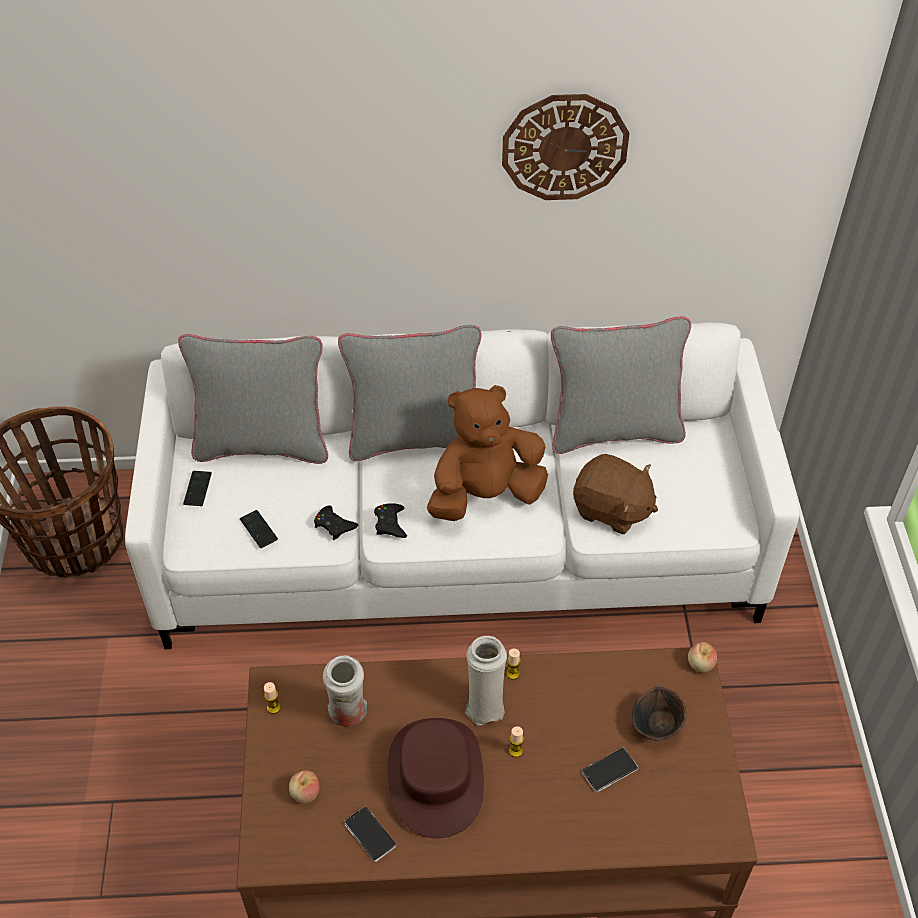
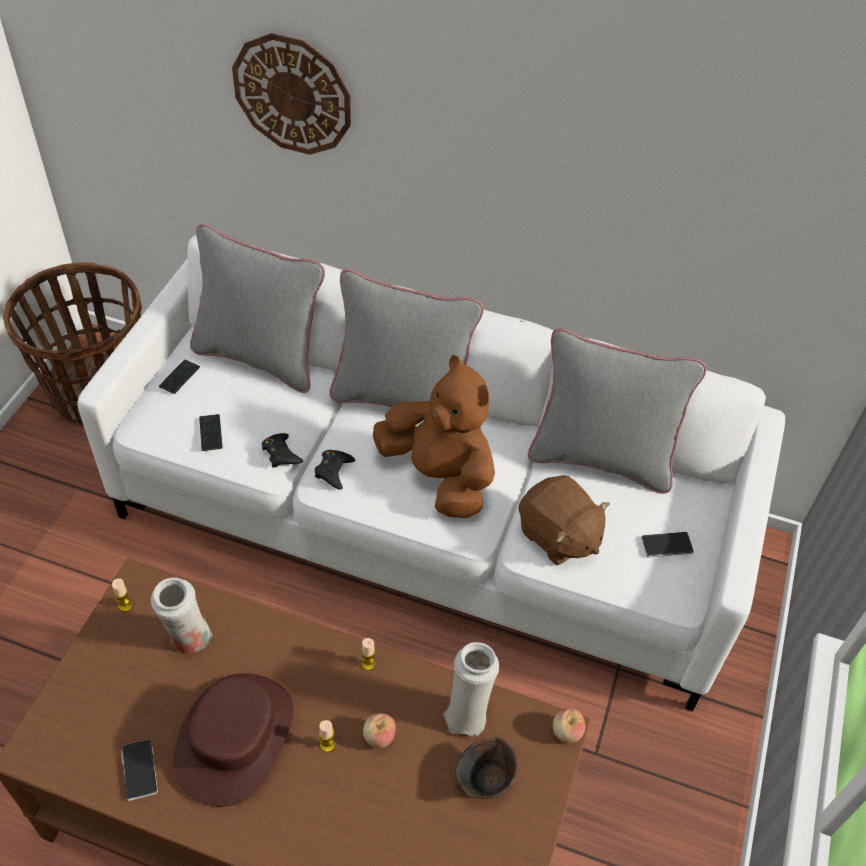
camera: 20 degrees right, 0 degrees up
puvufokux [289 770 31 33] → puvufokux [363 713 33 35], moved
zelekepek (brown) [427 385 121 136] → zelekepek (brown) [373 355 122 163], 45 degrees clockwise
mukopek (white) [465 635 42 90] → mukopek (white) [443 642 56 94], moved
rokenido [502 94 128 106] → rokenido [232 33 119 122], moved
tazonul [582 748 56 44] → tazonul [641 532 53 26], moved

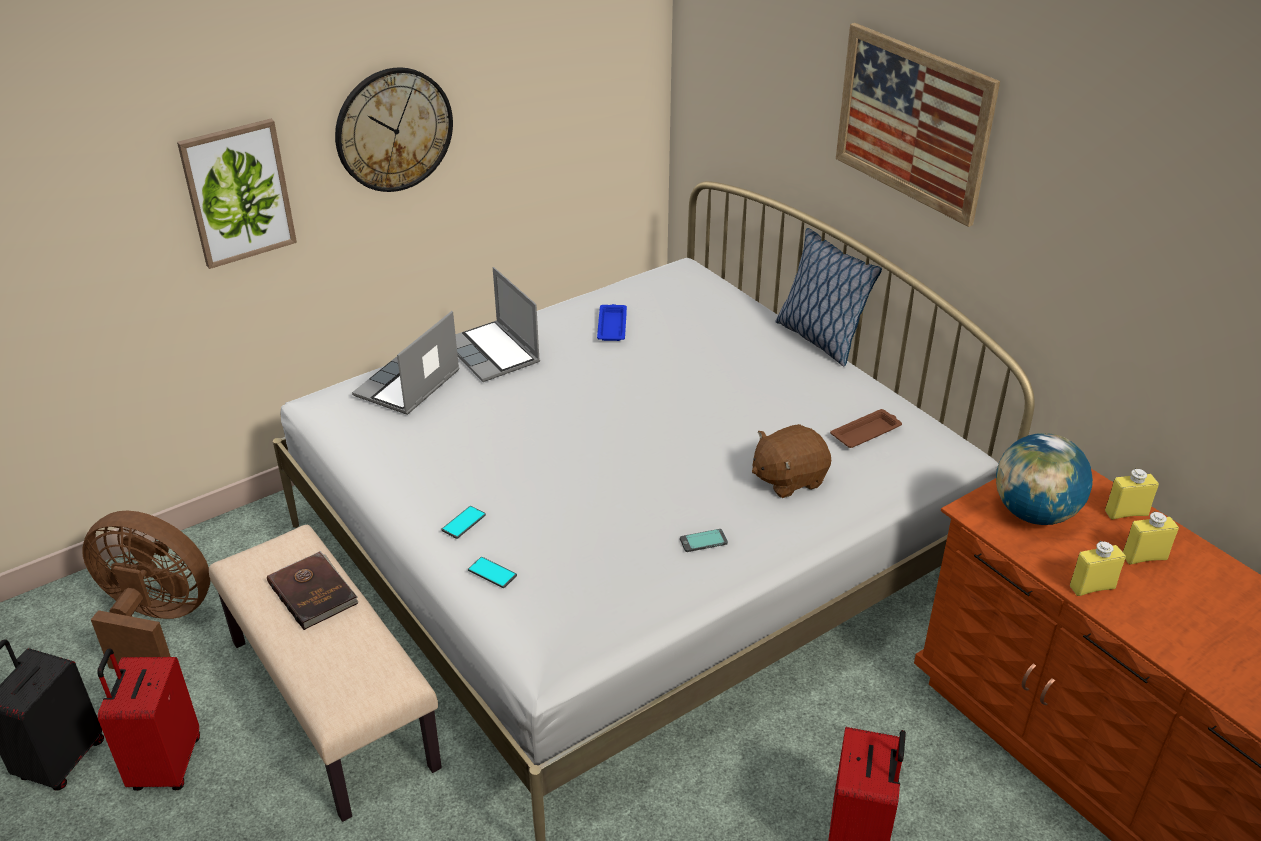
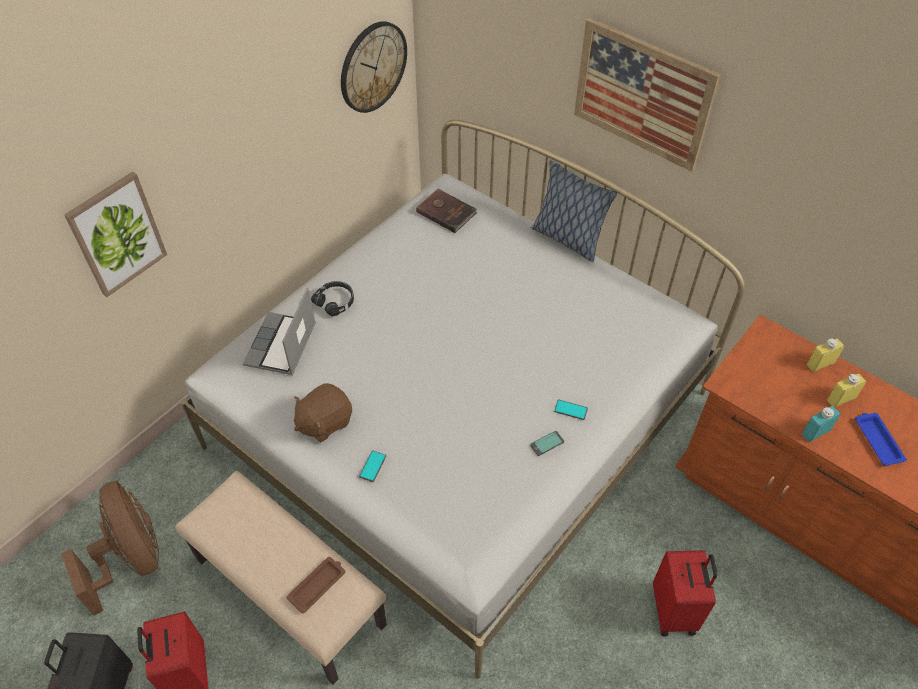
camera: 15 degrees left, 15 degrees up
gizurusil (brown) [82 511 128 158] → gizurusil (brown) [61 481 98 135], 60 degrees clockwise
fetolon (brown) [267 551 91 79] → fetolon (brown) [416 188 61 45], moved
rokenido [335 67 118 125] → rokenido [341 21 66 92], moved
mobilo [455 267 85 115] → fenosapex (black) [311 281 43 36]
tazonul [468 557 49 31] → tazonul [554 400 34 20], moved
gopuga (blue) [597 304 30 37] → gopuga (blue) [855 413 52 53], moved
zelekepek (brown) [752 424 79 74] → zelekepek (brown) [294 383 58 59], moved
gopuga (brown) [830 409 72 39] → gopuga (brown) [286 557 59 56], moved
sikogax [996 433 97 92] → -
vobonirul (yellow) [1070 541 56 55] → vobonirul (turquoise) [802 406 38 36]

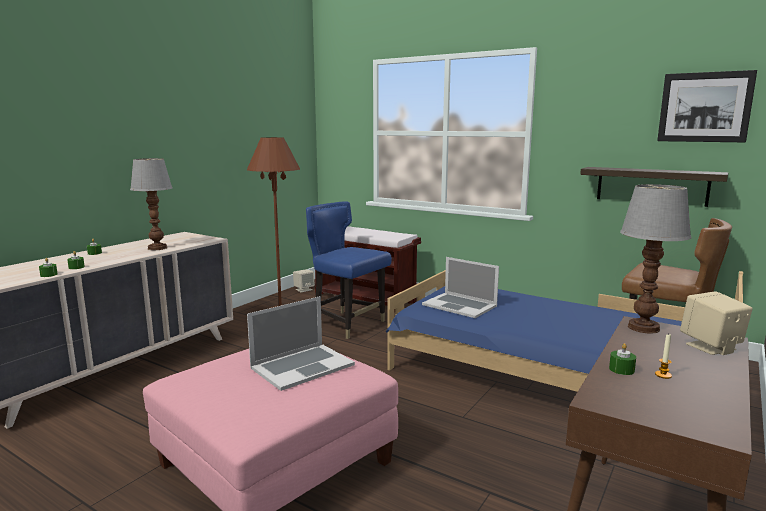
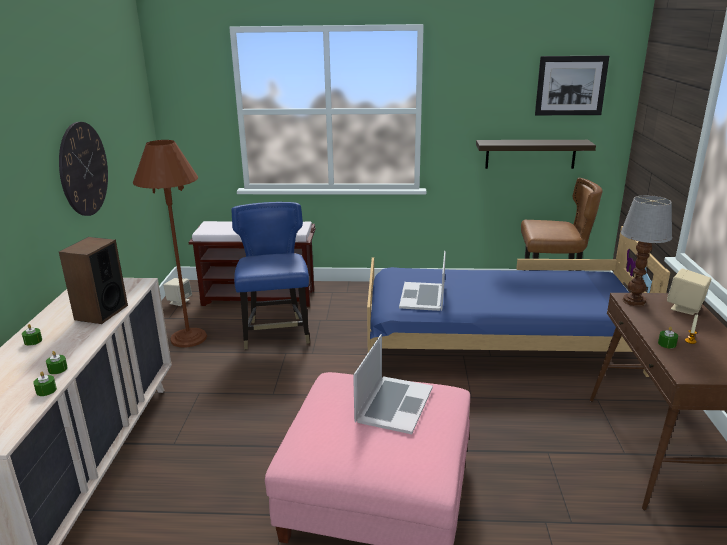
camera: 30 degrees left, 10 degrees up
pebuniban [130 158 42 92] → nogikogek [59 237 69 87]
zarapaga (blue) [306 201 86 138] → zarapaga (blue) [231 202 79 147], 75 degrees clockwise
mobilo [422 257 77 61] → mobilo [399 251 47 60], 90 degrees clockwise
- → rokenido [59 122 49 94]

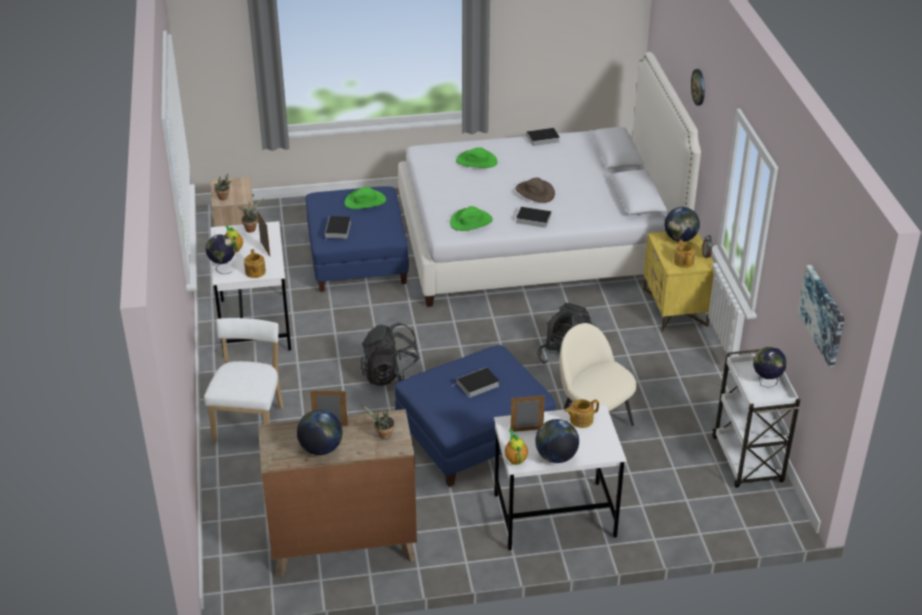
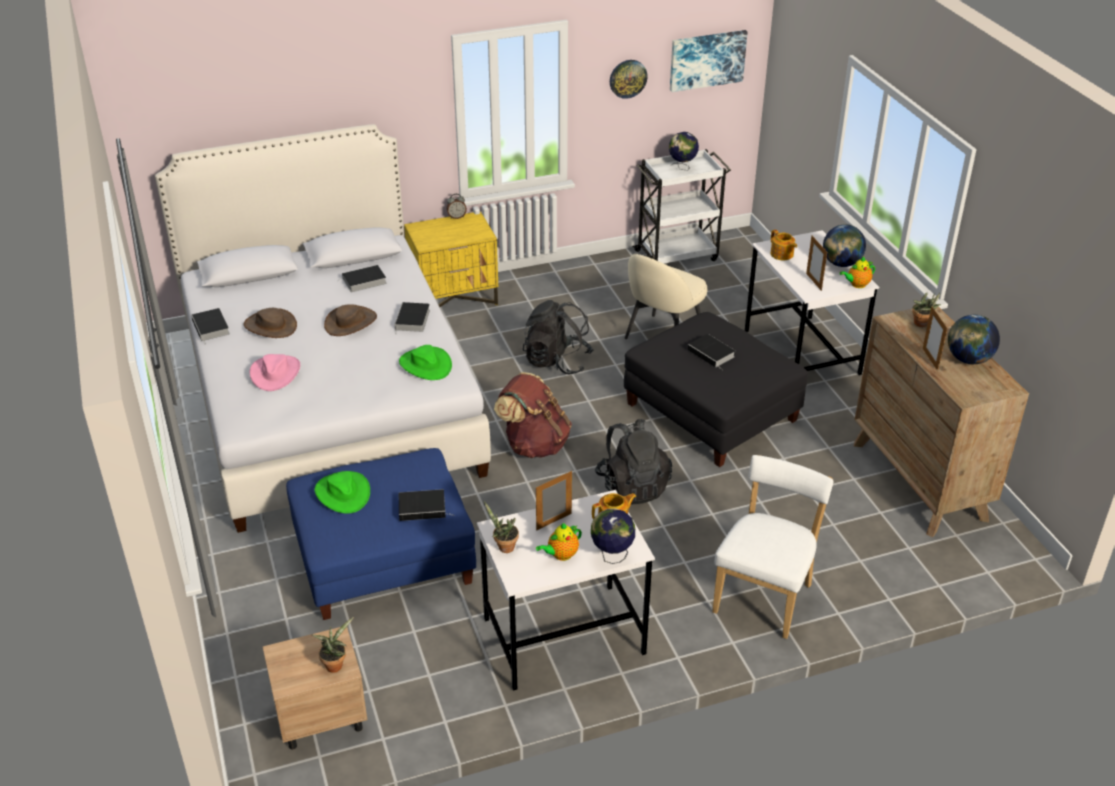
camera: 100 degrees left, 0 degrees up
zarapaga (white) [204 318 79 125] → zarapaga (white) [712 455 121 184], 120 degrees clockwise
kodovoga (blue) [394 345 162 142] → kodovoga (black) [624 312 184 155]
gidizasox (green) [456 147 42 21] → gidizasox (pink) [250 354 50 37]
sikogax [664 207 36 35] → -
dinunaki [674 240 21 28] → -
rokenido [691 69 14 37] → rokenido [610 60 38 39], moved
- → gidizasox (brown) [244 308 53 30]
- → fetolon [337 265 50 27]
- → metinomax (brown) [494 372 78 86]

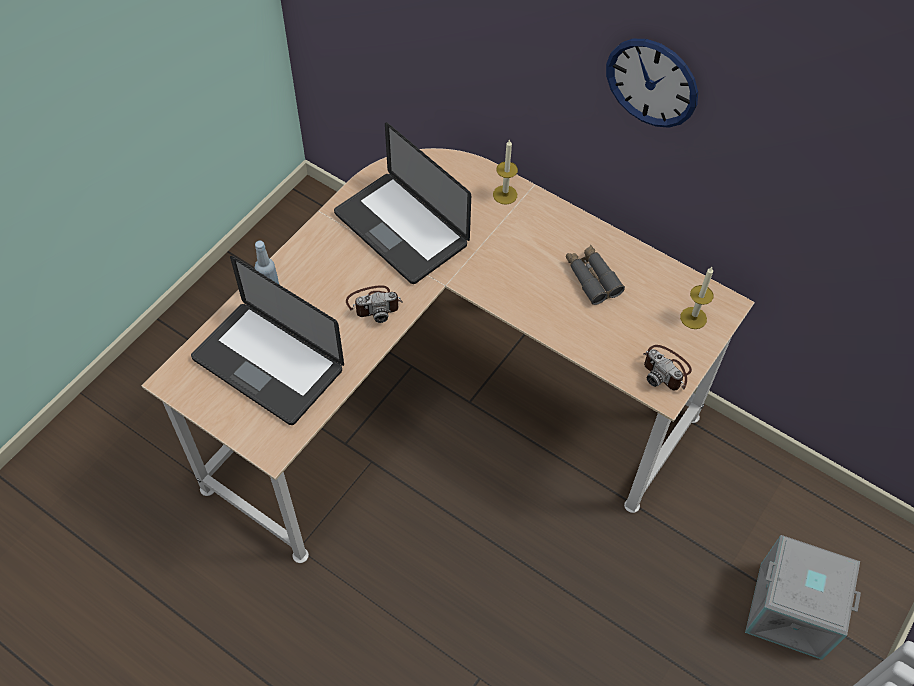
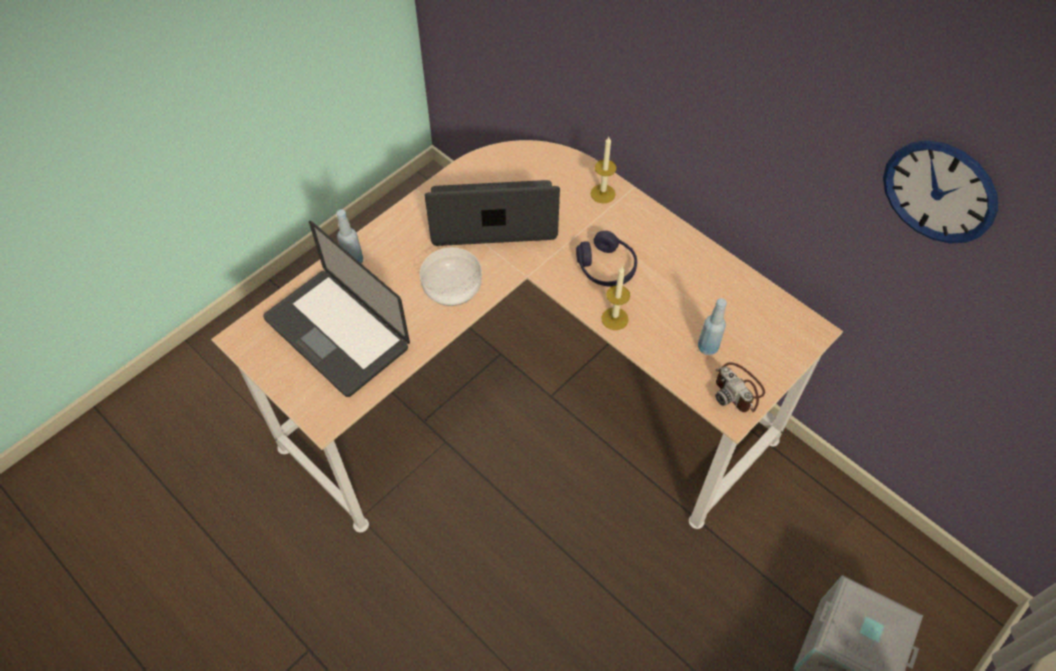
camera: 10 degrees right, 0 degrees up
mobilo [334 122 137 162] → mobilo [424 180 136 66], 120 degrees clockwise
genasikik [346 285 57 38] → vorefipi [419 247 63 59]
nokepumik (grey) [566 245 59 60] → -
rokenido [606 39 92 89] → rokenido [883 140 115 104], moved
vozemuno [680 267 34 62] → vozemuno [601 267 29 63], moved
- → fenosapex (purple) [576 231 61 56]
- → vobonirul (blue) [698 298 29 57]

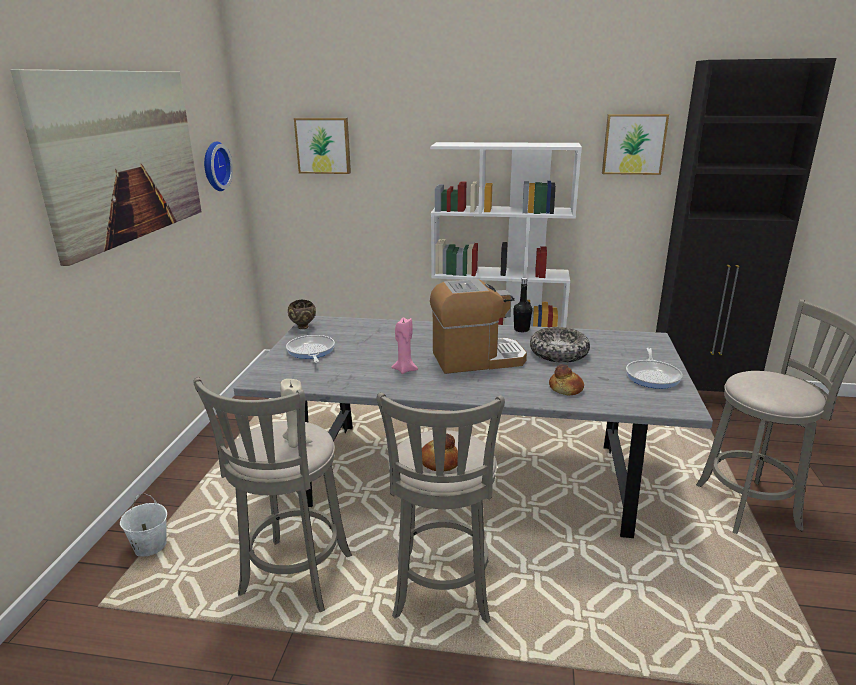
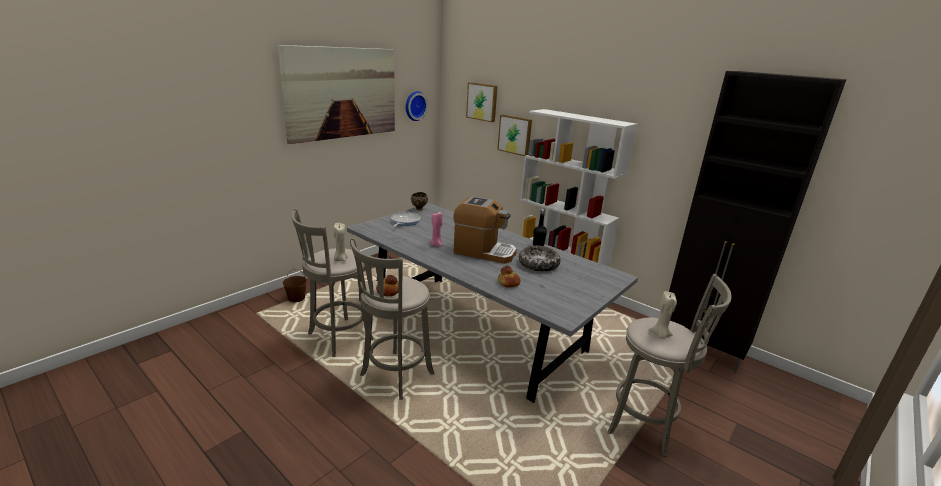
camera: 30 degrees right, 0 degrees up
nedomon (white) [120 494 47 62] → nedomon (brown) [283 269 24 33]
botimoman [602 114 67 61] → botimoman [497 115 35 41], moved
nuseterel [626 348 57 41] → -
- → vozemuno (beige) [649 291 28 48]

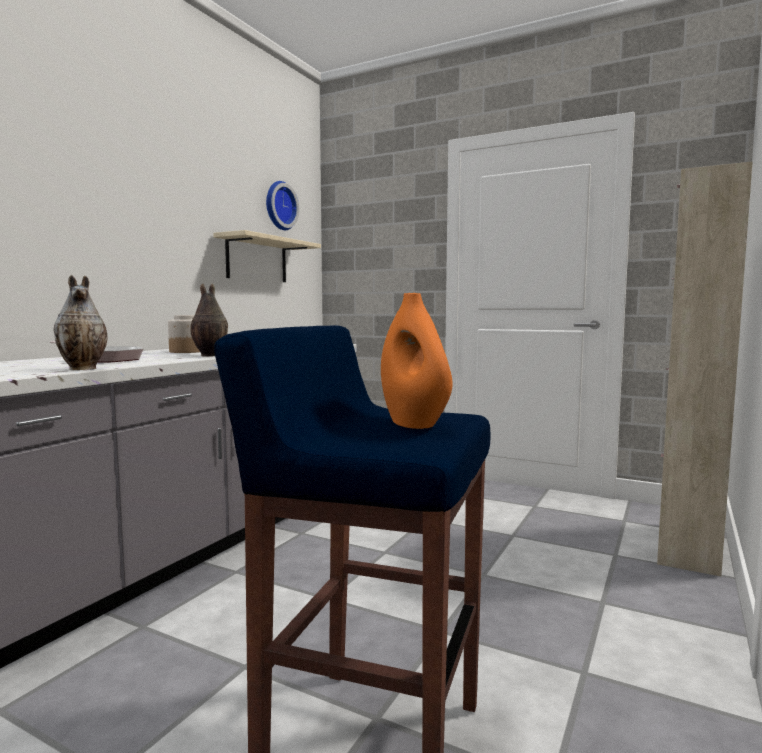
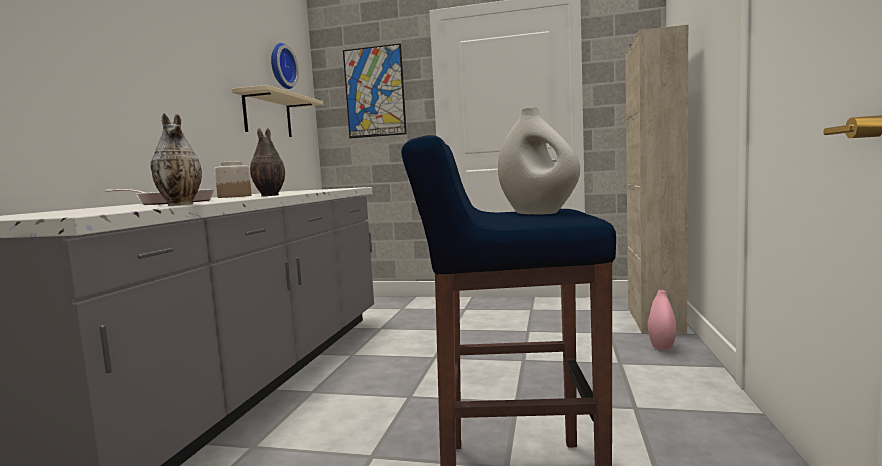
camera: 15 degrees left, 0 degrees up
mukopek (orange) [381 293 72 136] → mukopek (white) [498 107 82 107]
- → botimoman [343 43 64 95]
- → mukopek (pink) [647 290 29 61]

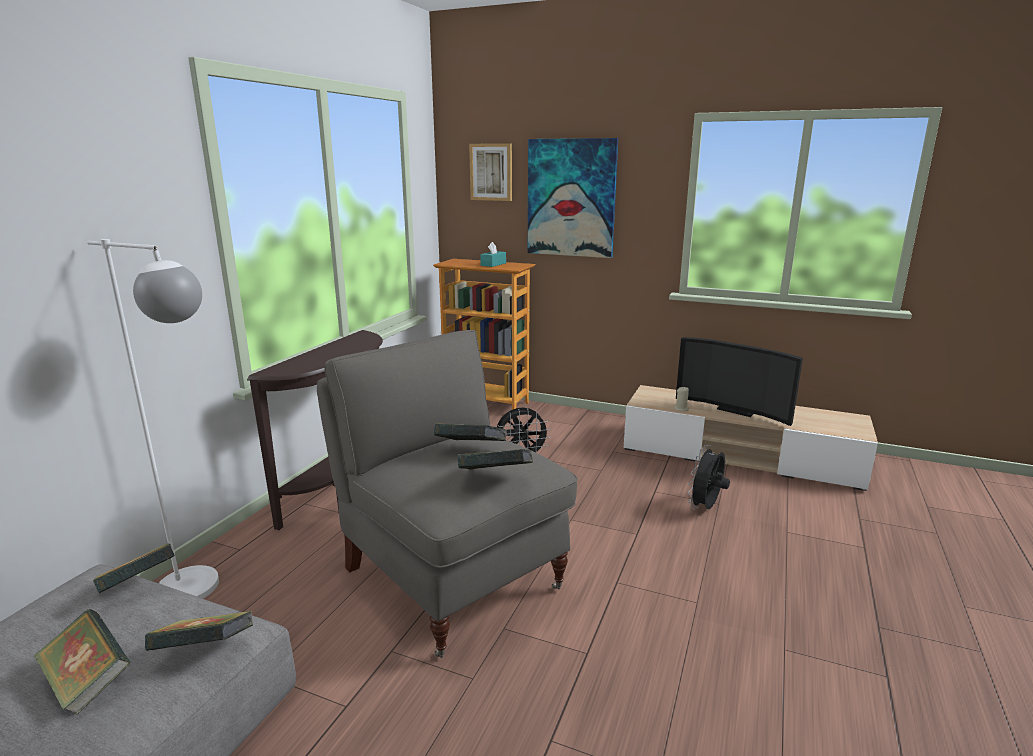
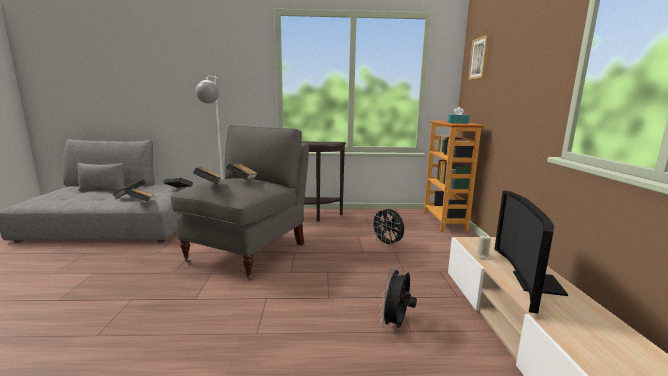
camera: 65 degrees right, 5 degrees down
botimoman [528 138 90 120] → -
gizurusil (black) [687 445 43 64] → gizurusil (black) [380 266 37 63], 75 degrees counterclockwise

